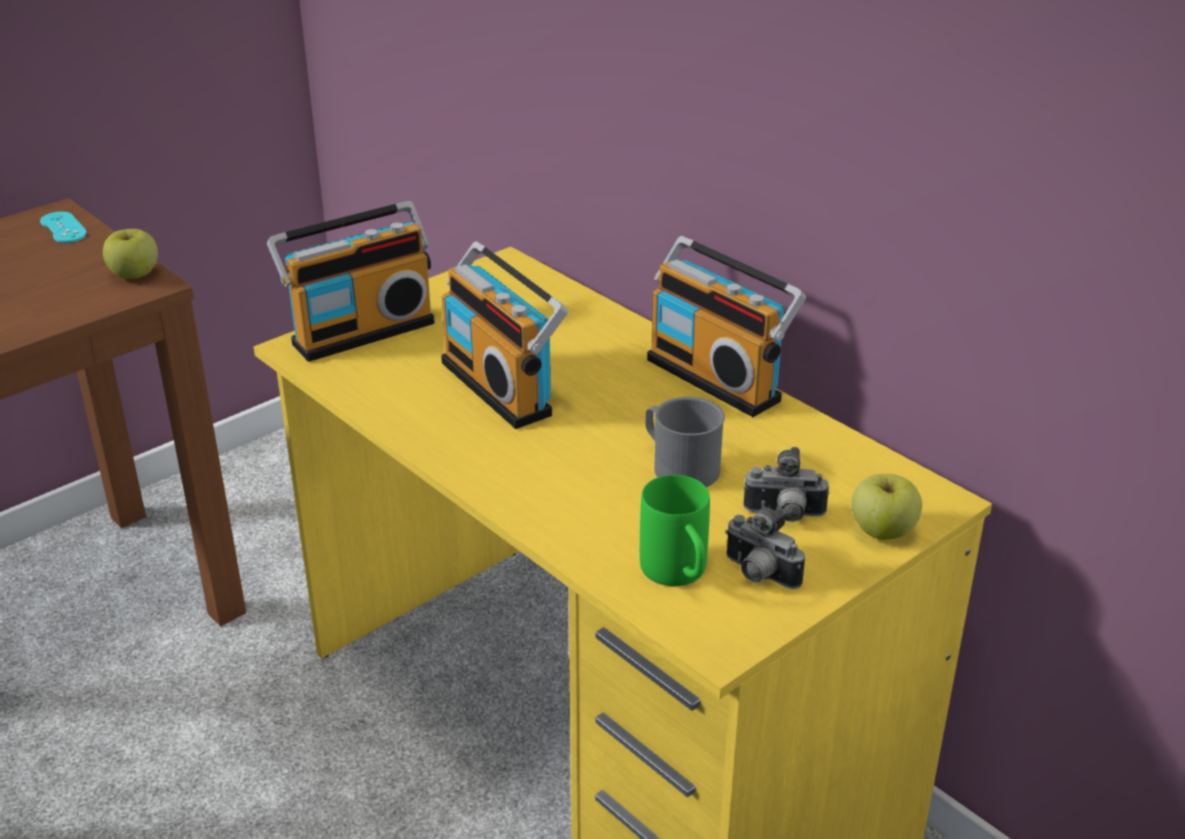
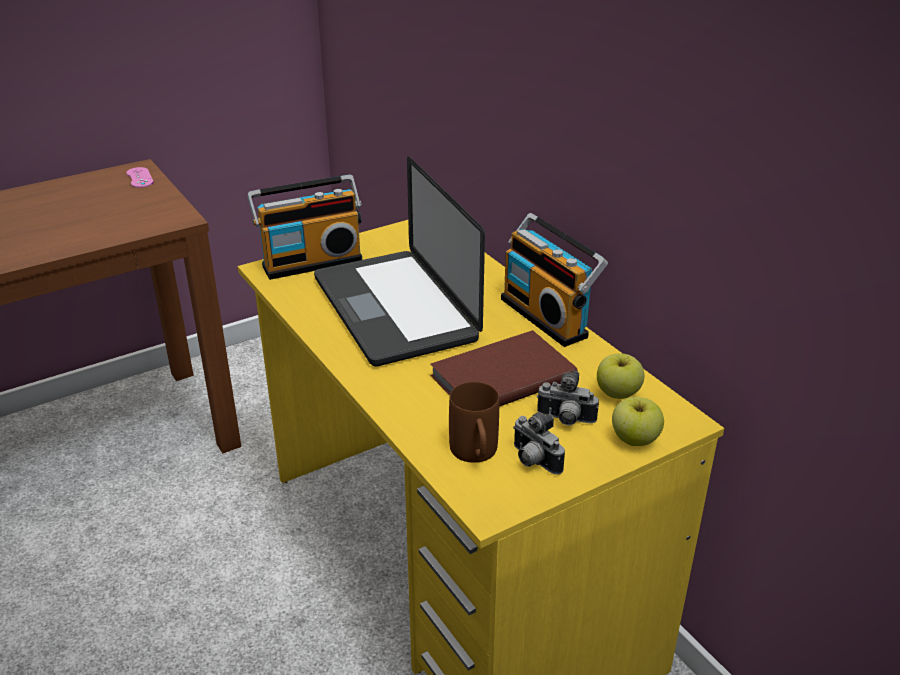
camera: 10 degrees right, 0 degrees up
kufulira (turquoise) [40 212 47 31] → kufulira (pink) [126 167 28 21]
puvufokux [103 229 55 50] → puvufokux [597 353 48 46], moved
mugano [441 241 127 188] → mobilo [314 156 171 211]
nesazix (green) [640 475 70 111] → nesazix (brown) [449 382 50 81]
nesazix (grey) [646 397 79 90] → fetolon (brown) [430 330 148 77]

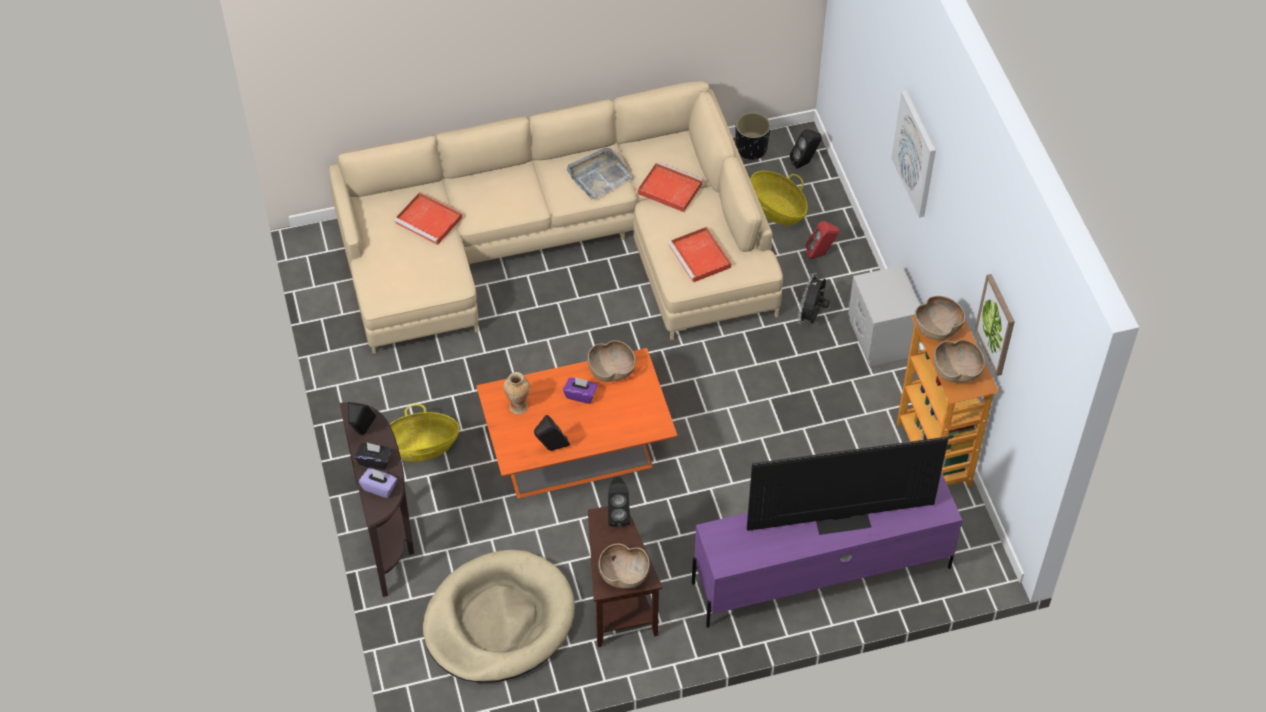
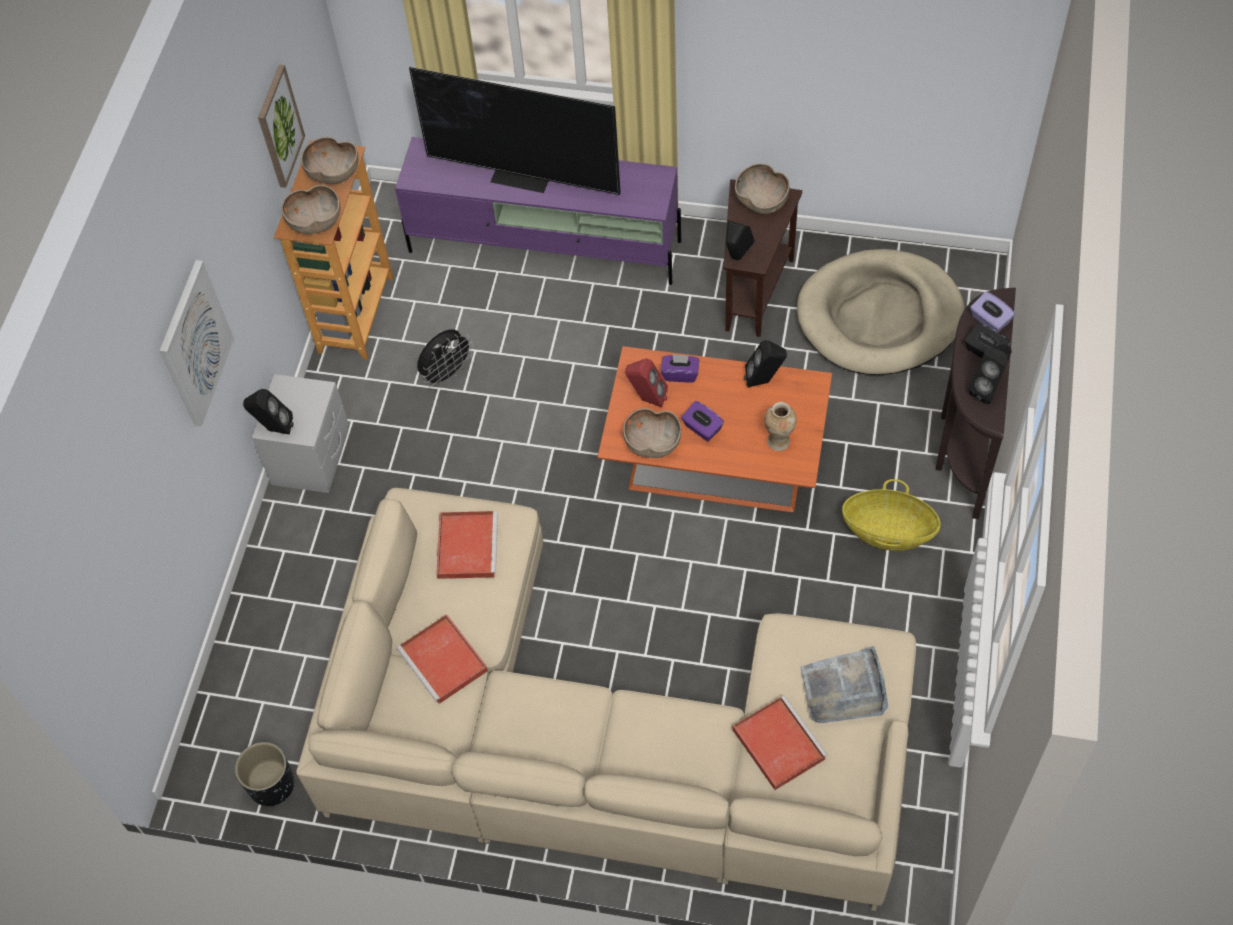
camera: 150 degrees left, 5 degrees up
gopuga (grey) [567 148 66 51] → gopuga (grey) [800 646 88 77], moved
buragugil [750 171 57 54] → -
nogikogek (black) [790 129 32 40] → nogikogek (black) [243 389 51 46], moved
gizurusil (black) [797 273 33 51] → gizurusil (black) [417 329 57 58], moved
nogikogek (red) [806 221 33 38] → nogikogek (red) [625 359 43 48], moved
- → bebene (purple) [661 354 38 29]

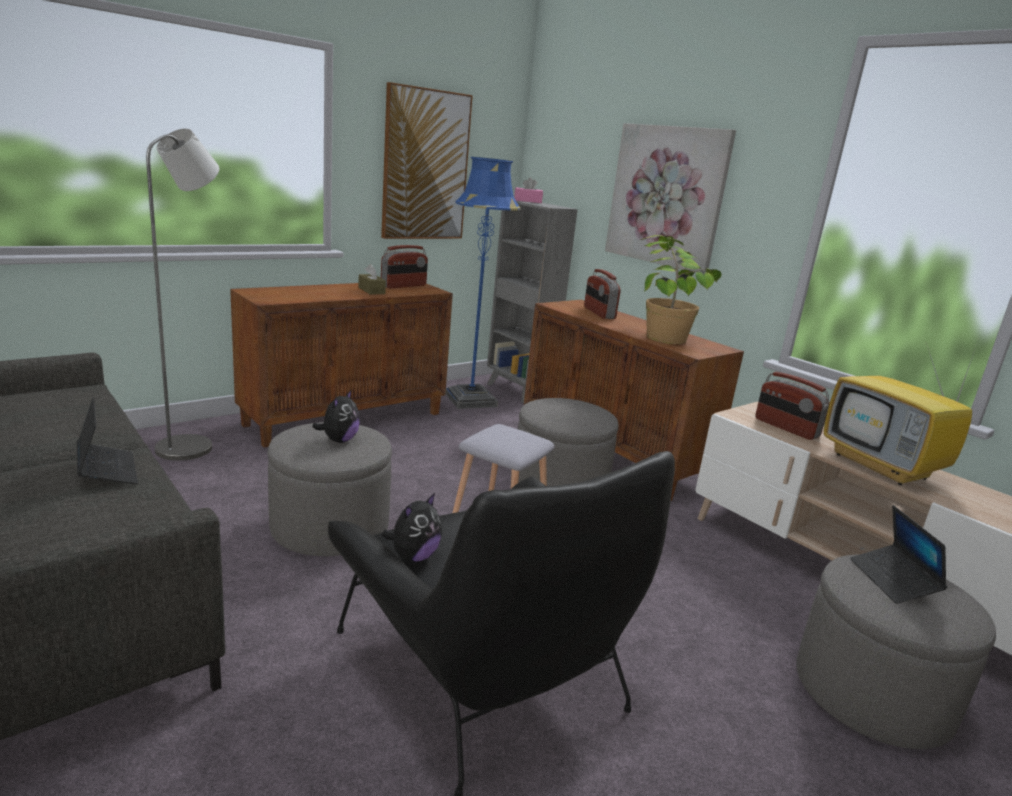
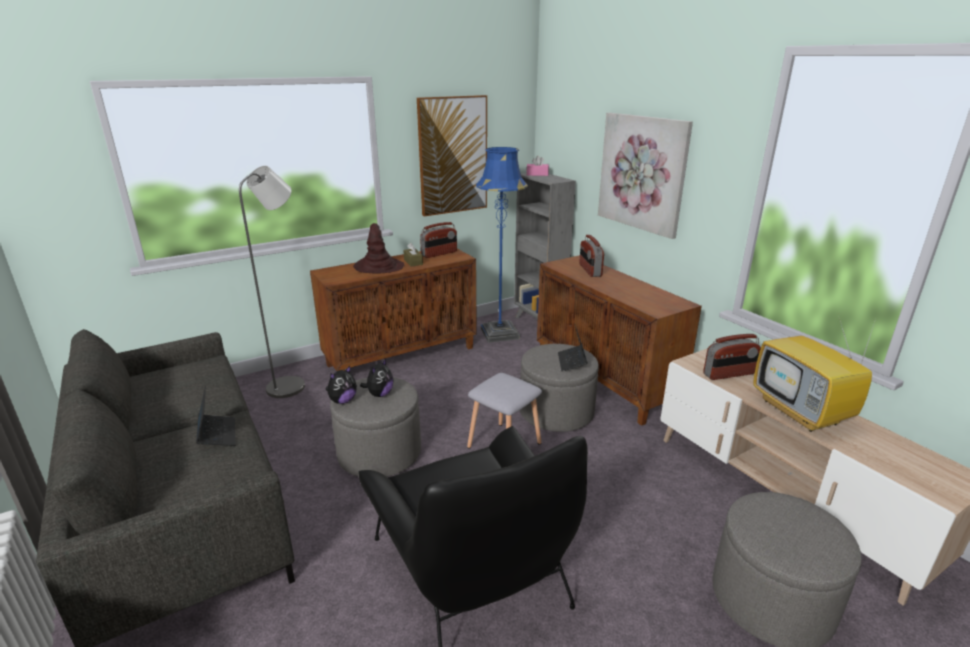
camera: 10 degrees right, 5 degrees up
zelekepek [382 493 60 69] → zelekepek [325 366 32 38], moved
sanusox [641 235 81 109] → -
mugano [755 372 74 68] → mugano [703 334 58 46], 75 degrees counterclockwise
mobilo [850 505 97 99] → mobilo [558 326 30 45], moved
- → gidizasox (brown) [353 223 51 50]

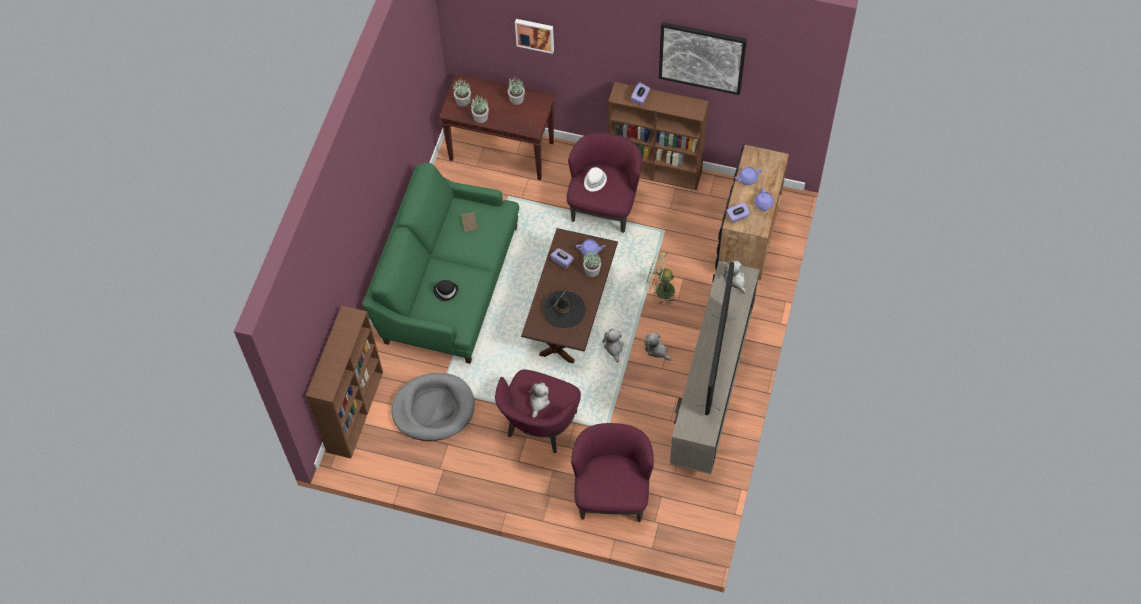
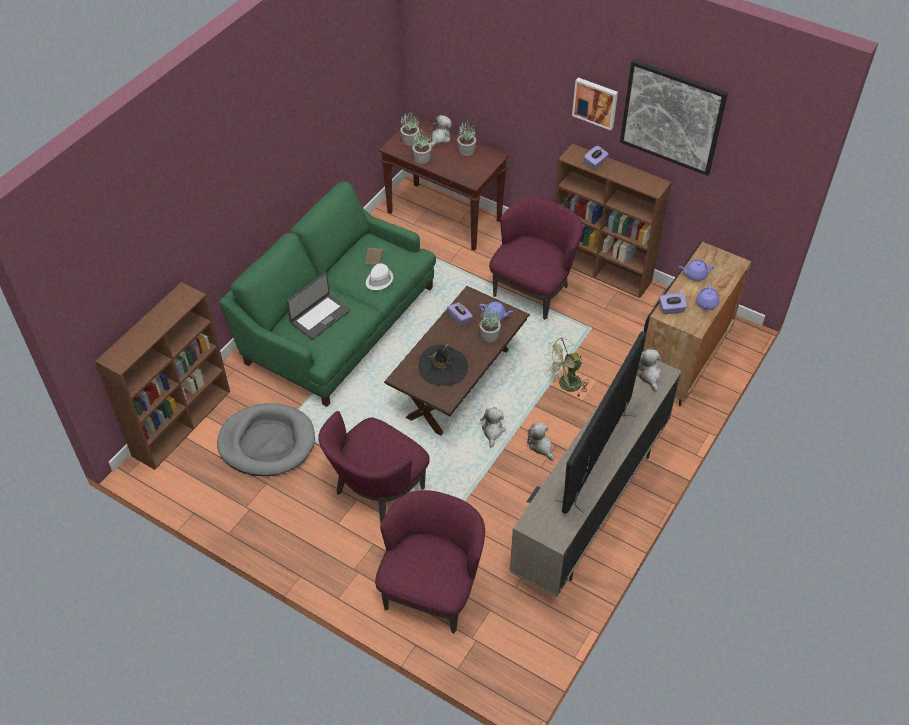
camera: 15 degrees right, 10 degrees down
gidizasox (black) [433 280 25 21] → mobilo [287 272 64 67]
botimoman [515 19 39 35] → botimoman [572 77 46 54], moved
zelekepek [529 382 21 36] → zelekepek [430 115 22 33], moved
gidizasox (white) [584 167 23 25] → gidizasox (white) [366 263 27 27], moved
gizurusil (green) [646 252 34 53] → gizurusil (green) [545 338 44 60], 60 degrees counterclockwise

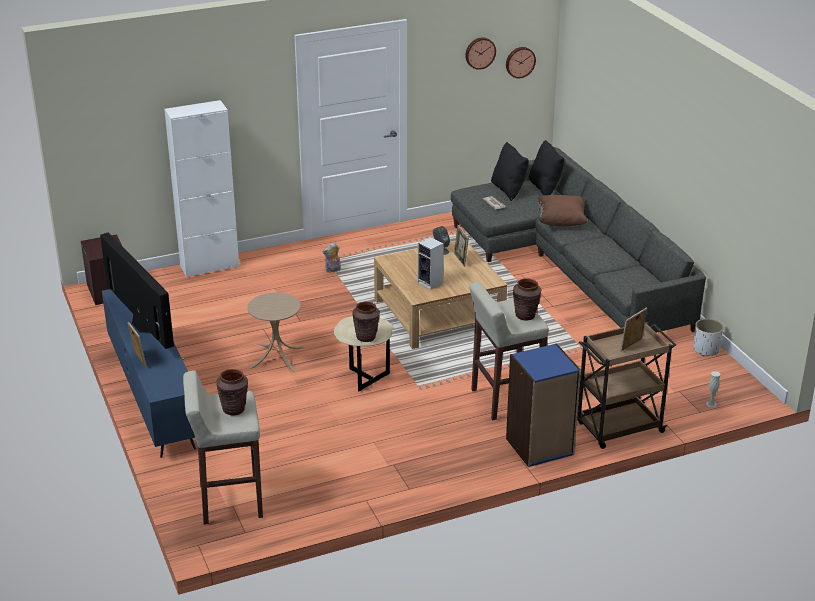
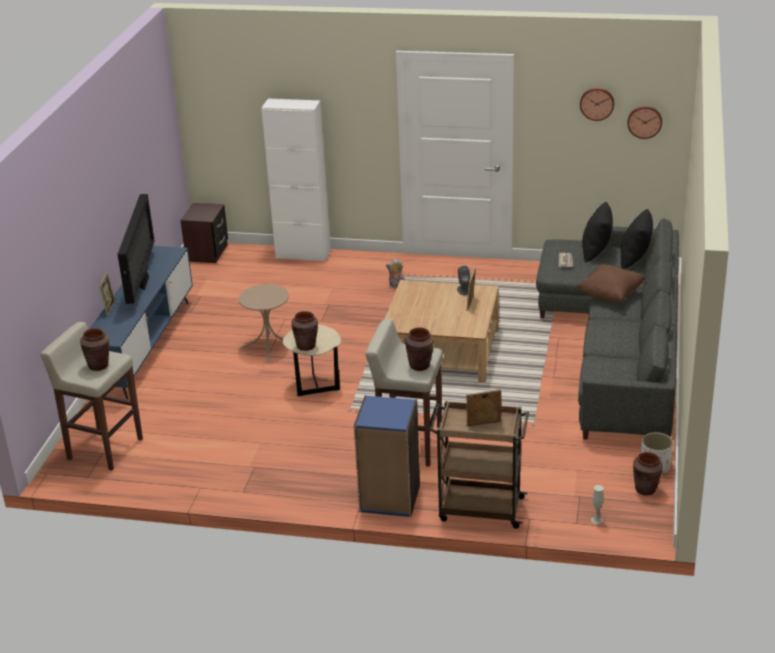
camera: 35 degrees right, 0 degrees up
nogikogek [418 237 26 53] → -
- → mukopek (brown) [633 452 30 43]

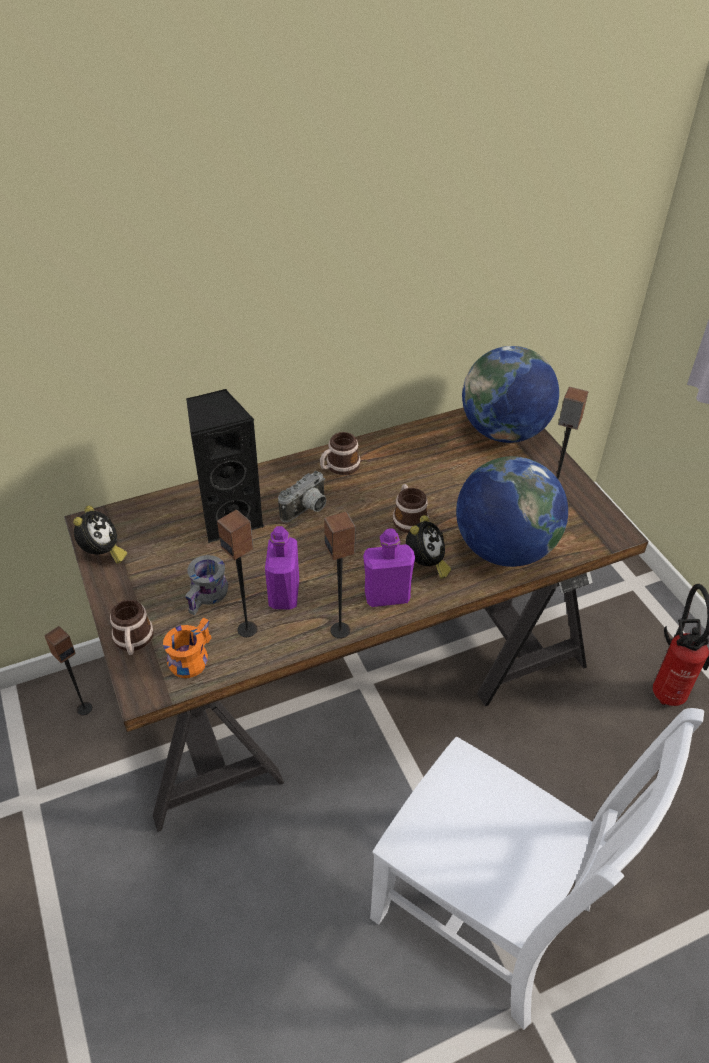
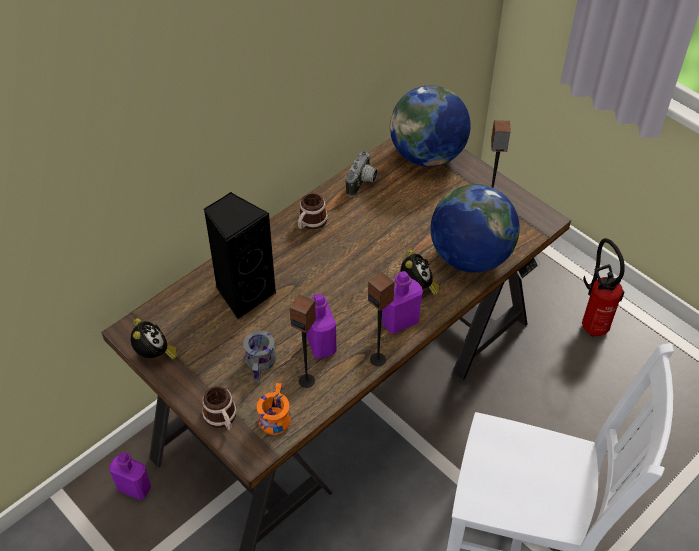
camera: 20 degrees left, 5 degrees up
nogikogek [44 626 48 89] → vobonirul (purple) [109 452 42 48]
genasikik [278 471 48 51] → genasikik [346 151 32 46], moved
nesazix [393 484 36 49] → -

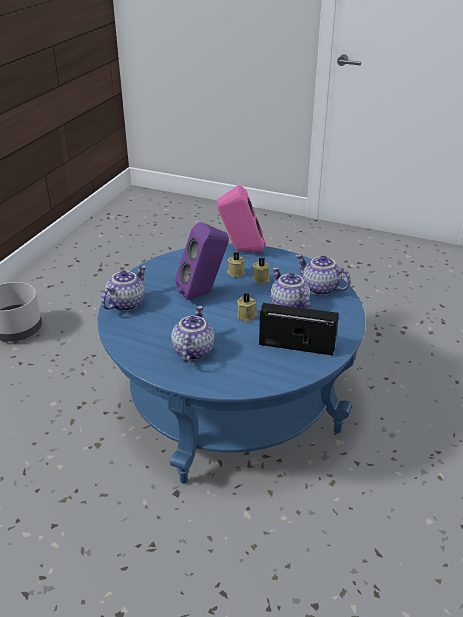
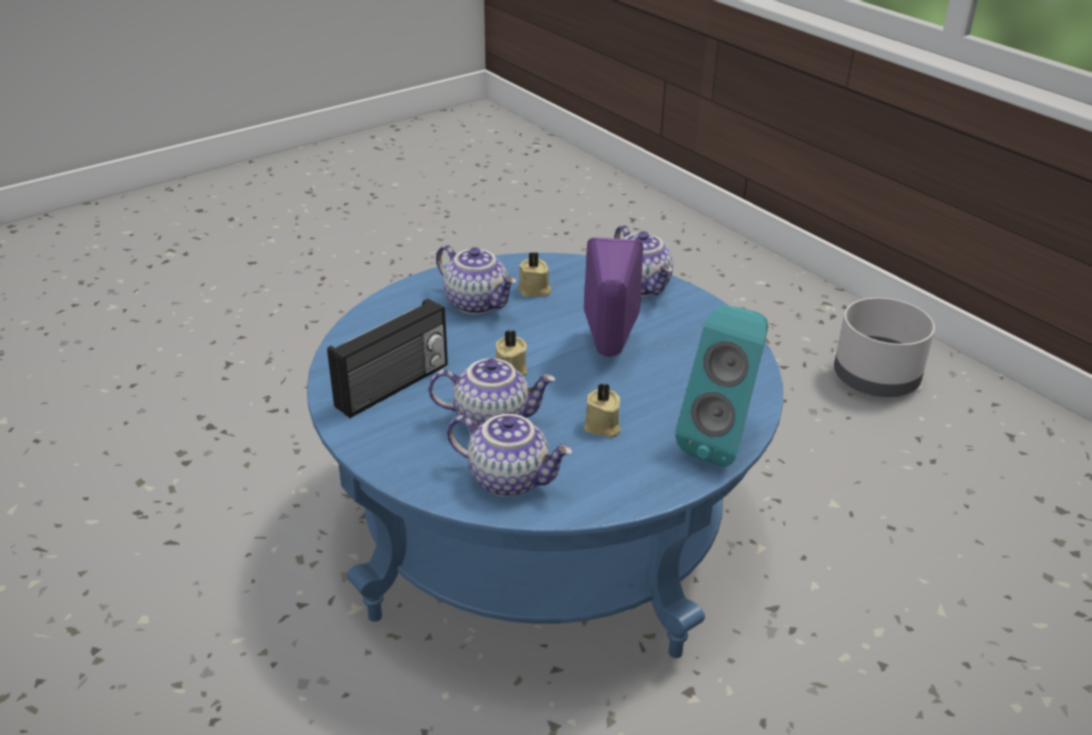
camera: 120 degrees right, 0 degrees up
nogikogek (pink) [217 185 49 68] → nogikogek (turquoise) [675 305 93 162]
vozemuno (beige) [227 252 18 26] → vozemuno (beige) [518 253 34 44], moved
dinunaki [296 254 55 41] → dinunaki [447 414 126 83], 45 degrees clockwise

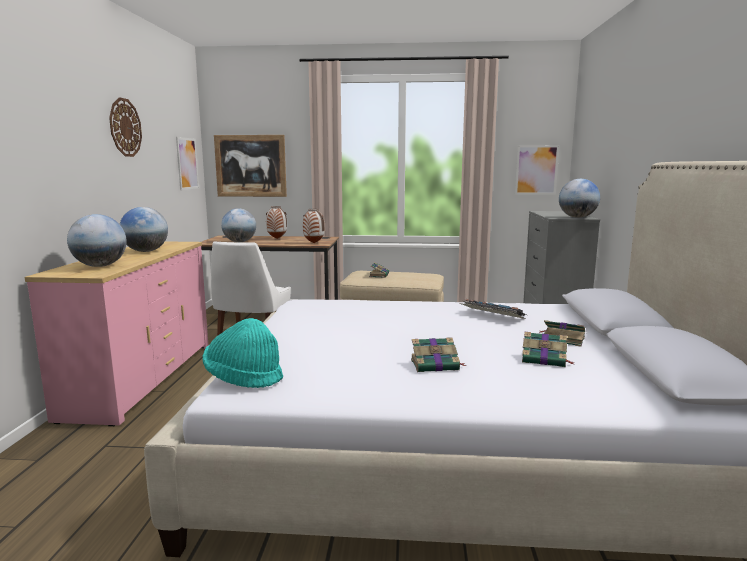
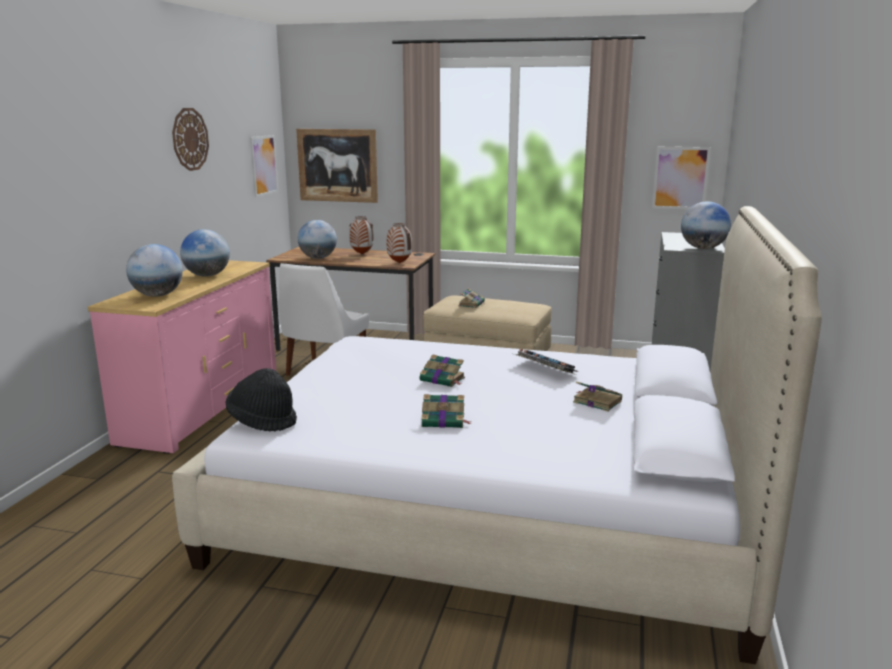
camera: 10 degrees right, 5 degrees up
gidizasox (turquoise) [203 318 80 70] → gidizasox (black) [226 368 71 63]
fetolon [522 332 52 35] → fetolon [420 354 45 33], moved

